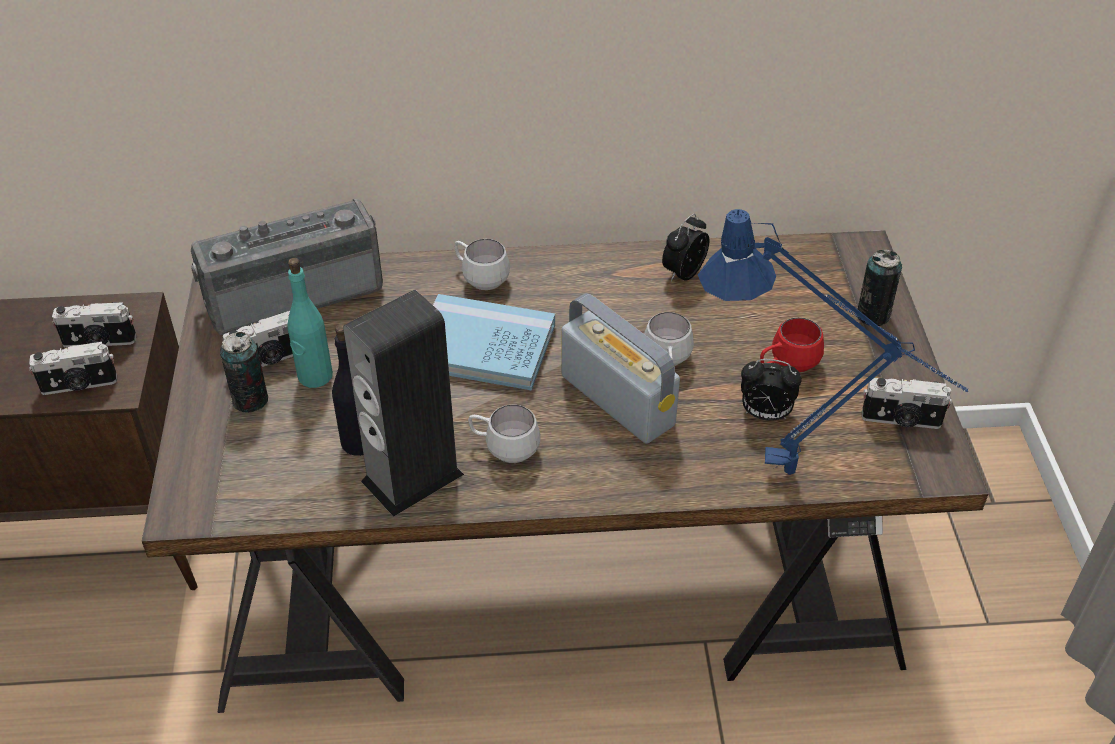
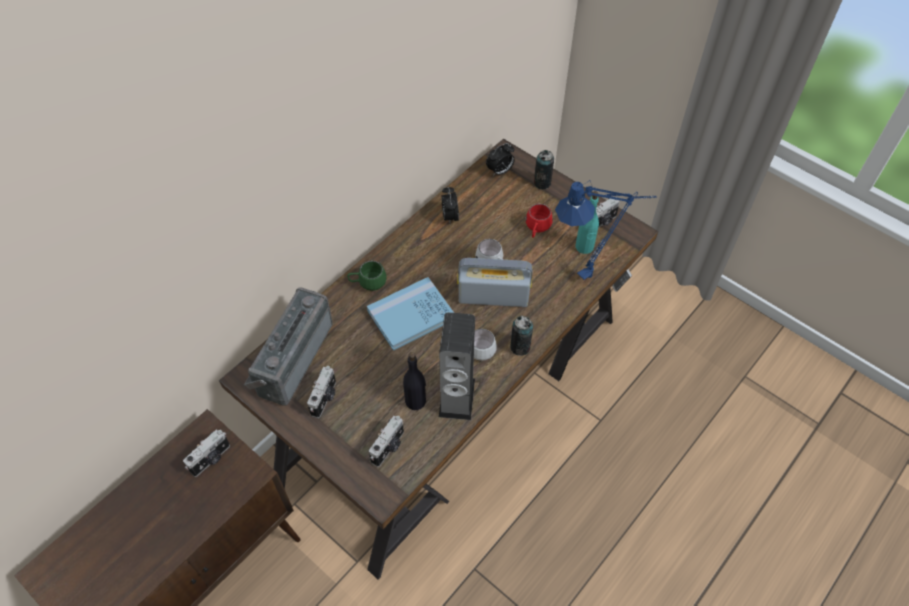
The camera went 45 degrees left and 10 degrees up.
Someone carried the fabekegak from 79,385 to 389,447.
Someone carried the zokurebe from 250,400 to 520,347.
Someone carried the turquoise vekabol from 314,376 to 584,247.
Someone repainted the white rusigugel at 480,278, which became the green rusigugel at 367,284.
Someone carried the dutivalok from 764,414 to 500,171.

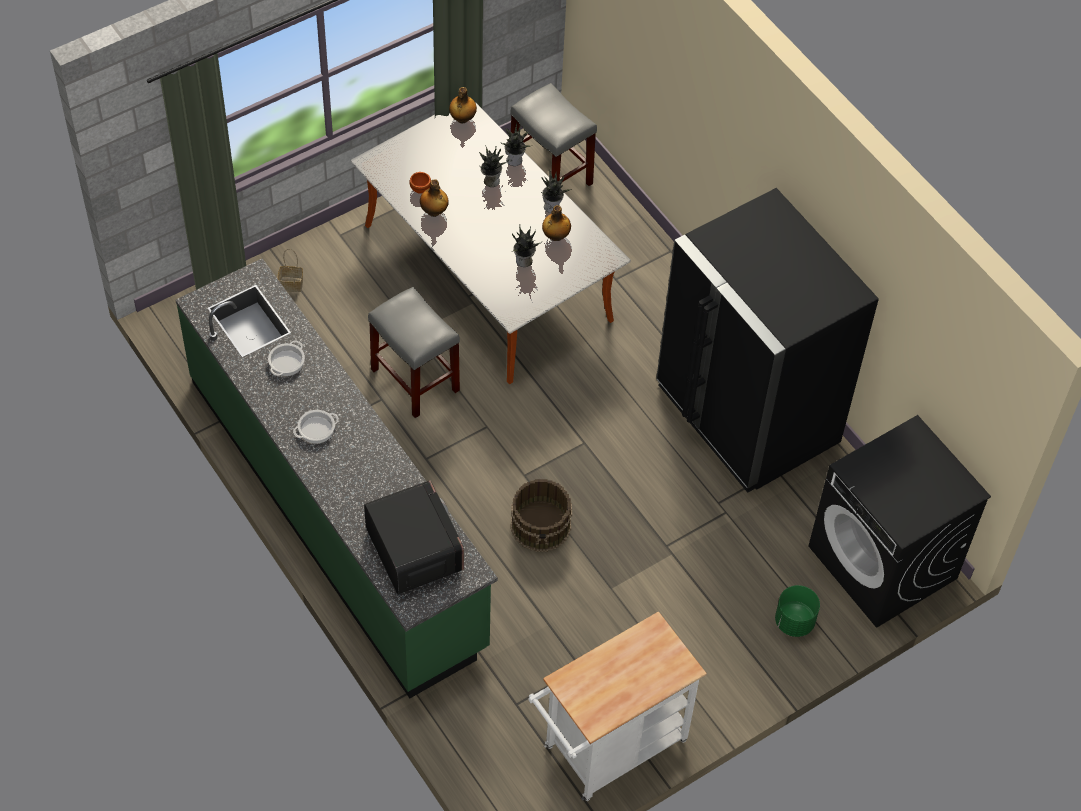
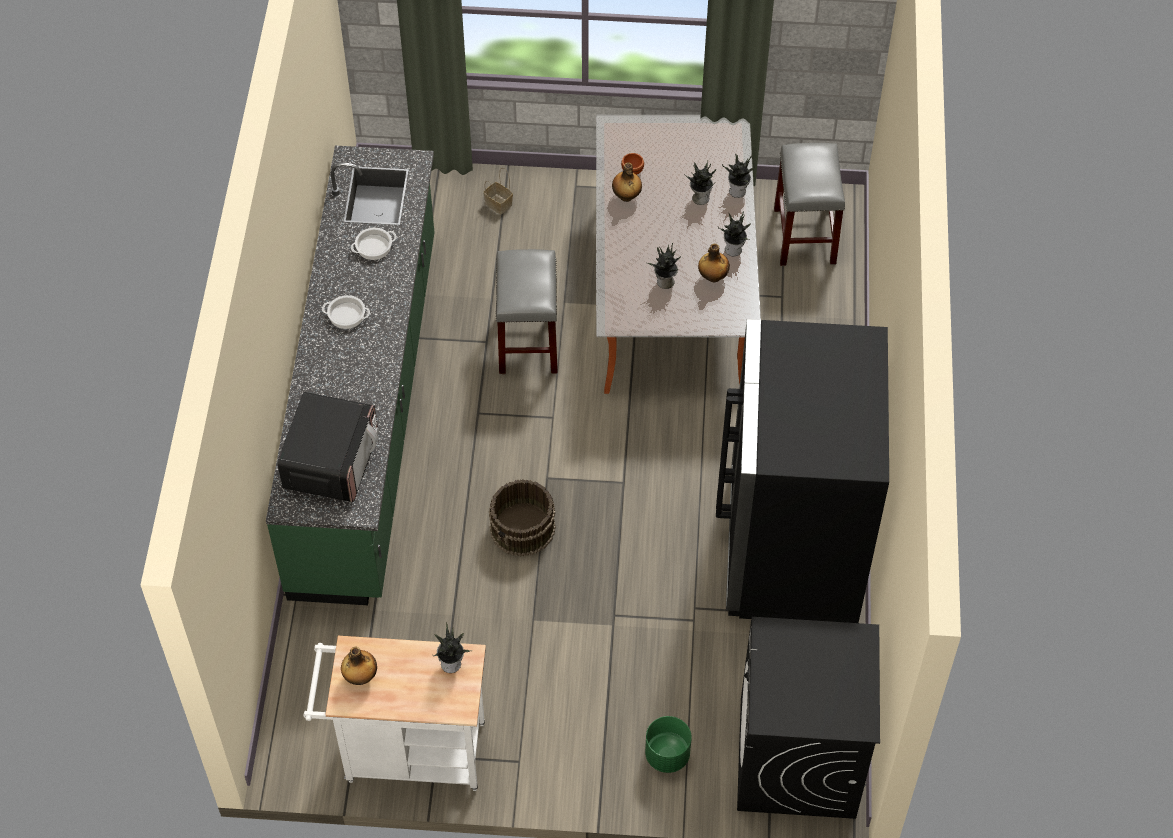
The camera went 40 degrees right and 0 degrees up.
Someone carried the vekabol from 462,119 to 360,676.
Someone put down the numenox at 452,663.

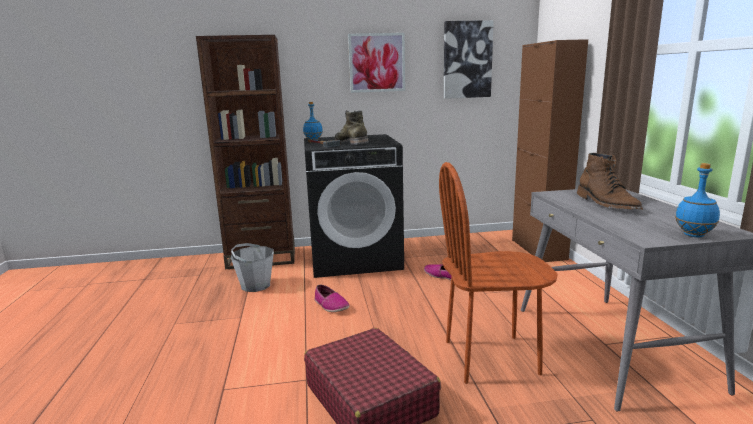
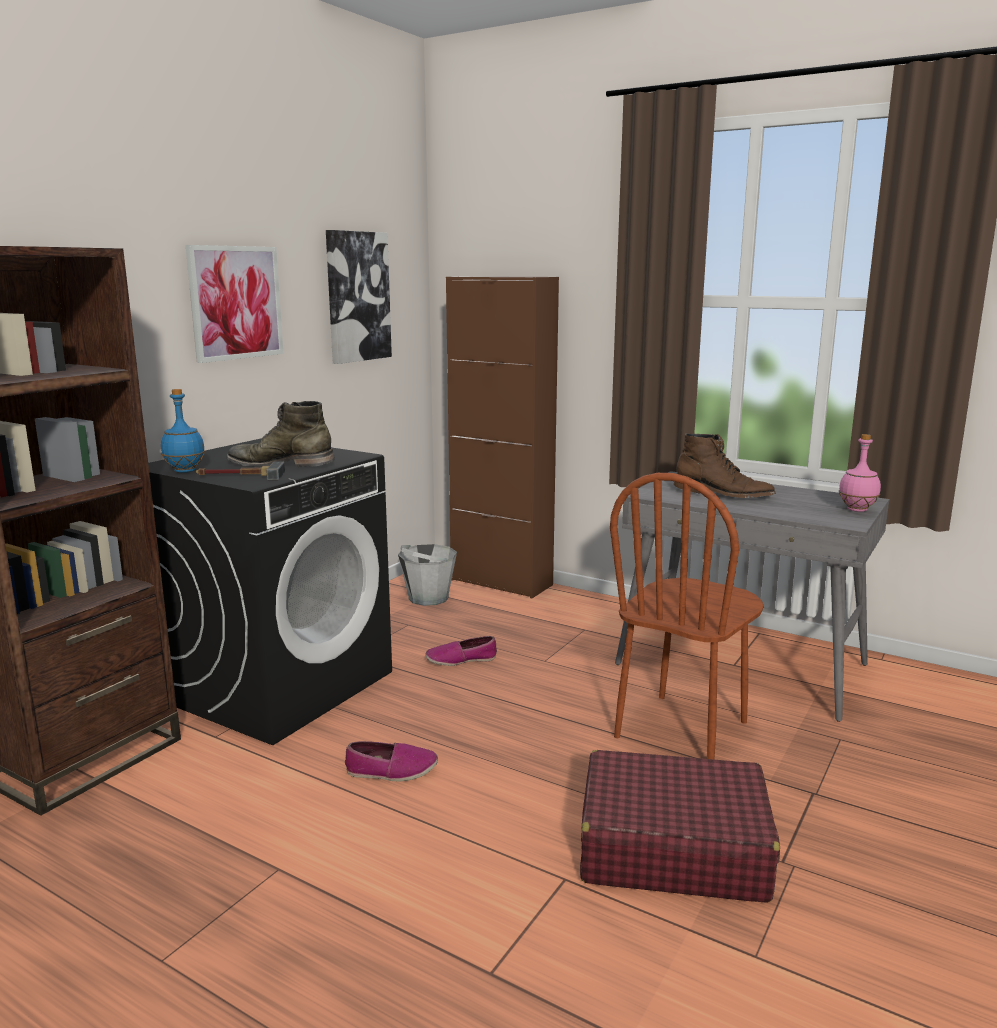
The camera went 50 degrees left and 0 degrees up.
Someone carried the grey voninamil from 255,285 to 428,598.
Someone repainted the blue vekabol at 694,235, which became the pink vekabol at 857,510.

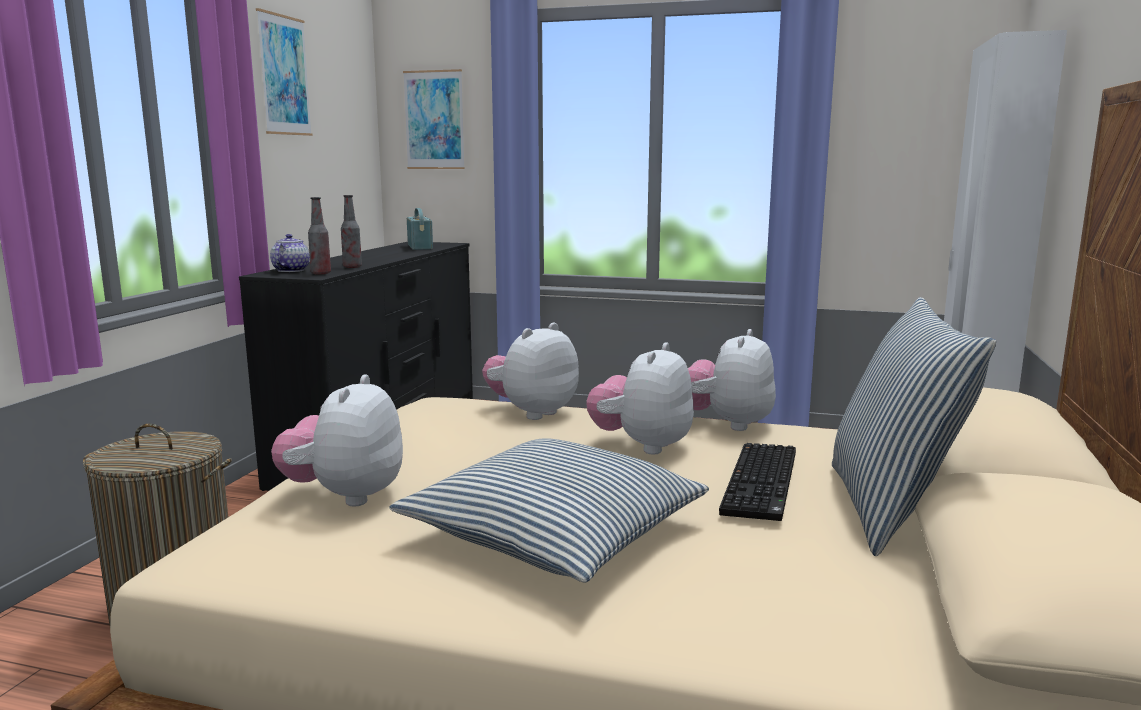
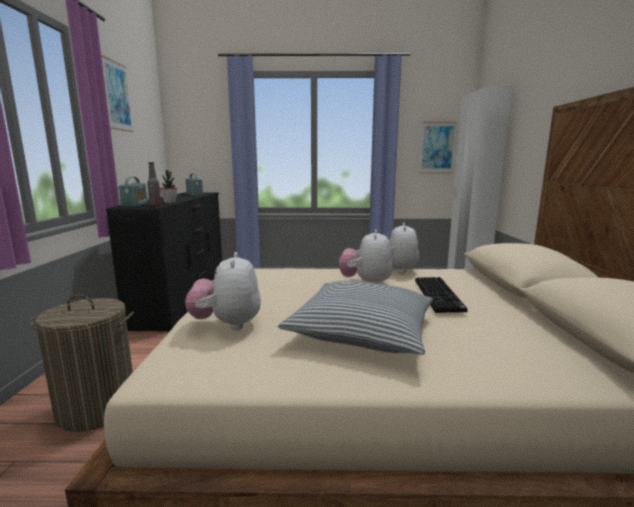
The camera went 15 degrees left and 0 degrees up.
Someone swapped the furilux at 291,270 for the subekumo at 135,205.
Someone swapped the vekabol at 352,267 for the numenox at 169,202.
Someone carried the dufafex from 434,120 to 437,148.
Someone took away the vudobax at 532,413.
Someone took away the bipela at 890,509.

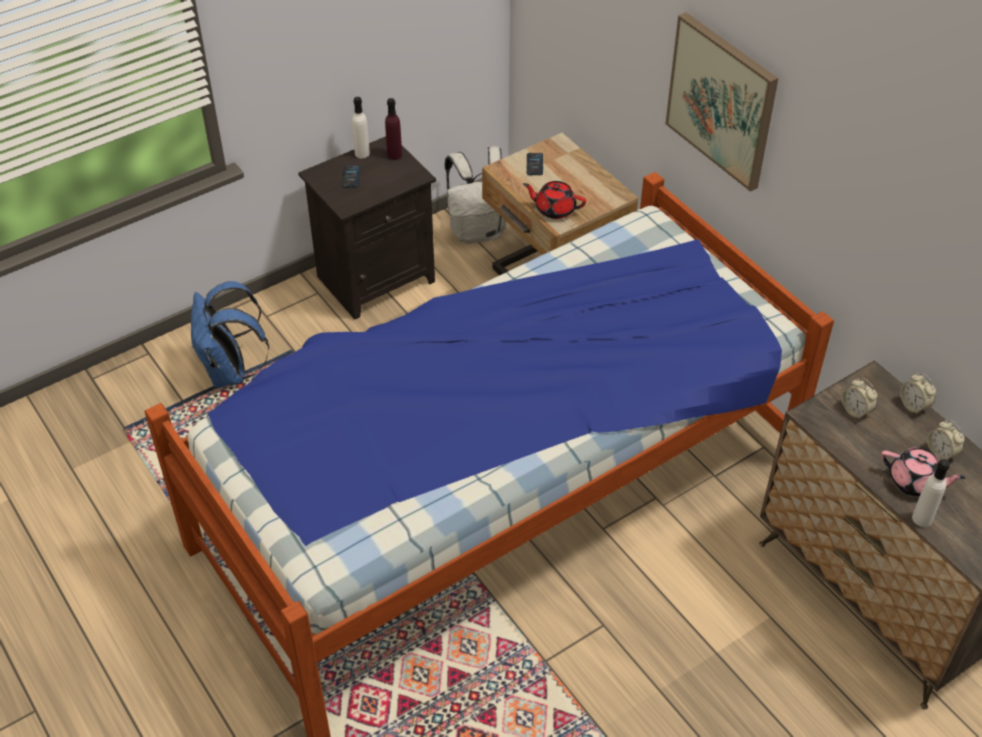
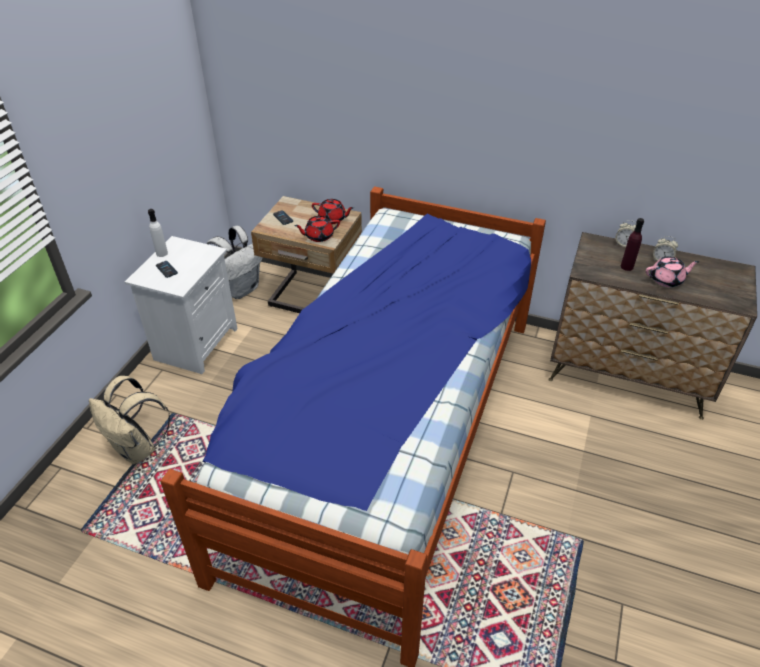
The camera went 35 degrees left and 5 degrees down.
Someone repainted the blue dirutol at 230,372, which became the beige dirutol at 138,449.
Someone repainted the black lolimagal at 376,277, which became the white lolimagal at 195,343.
Someone carried the purple vekabol from 394,155 to 626,267.
Someone took away the dufafex at 722,100.
Someone took away the dutivalok at 856,410.
Someone took away the white vekabol at 922,518.
Someone put down the red furilux at 332,219.

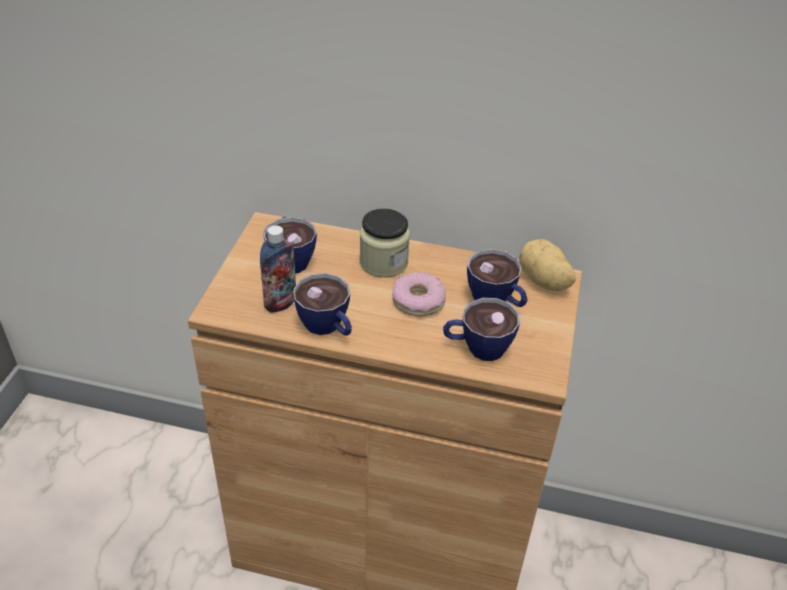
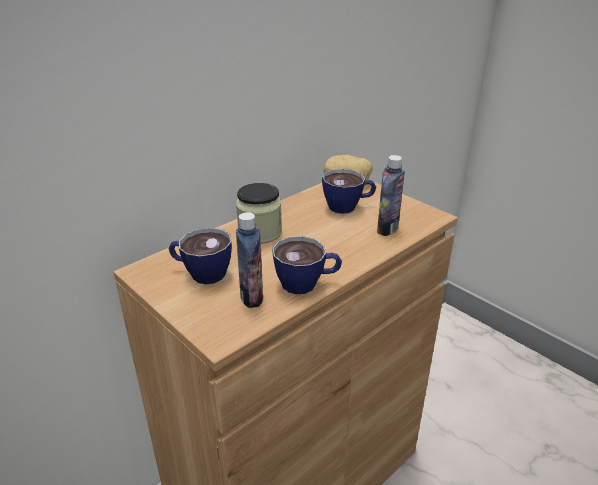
The camera went 55 degrees left and 10 degrees down.
Someone took away the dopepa at 418,301.
Someone swapped the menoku at 477,348 for the vekabol at 387,229.

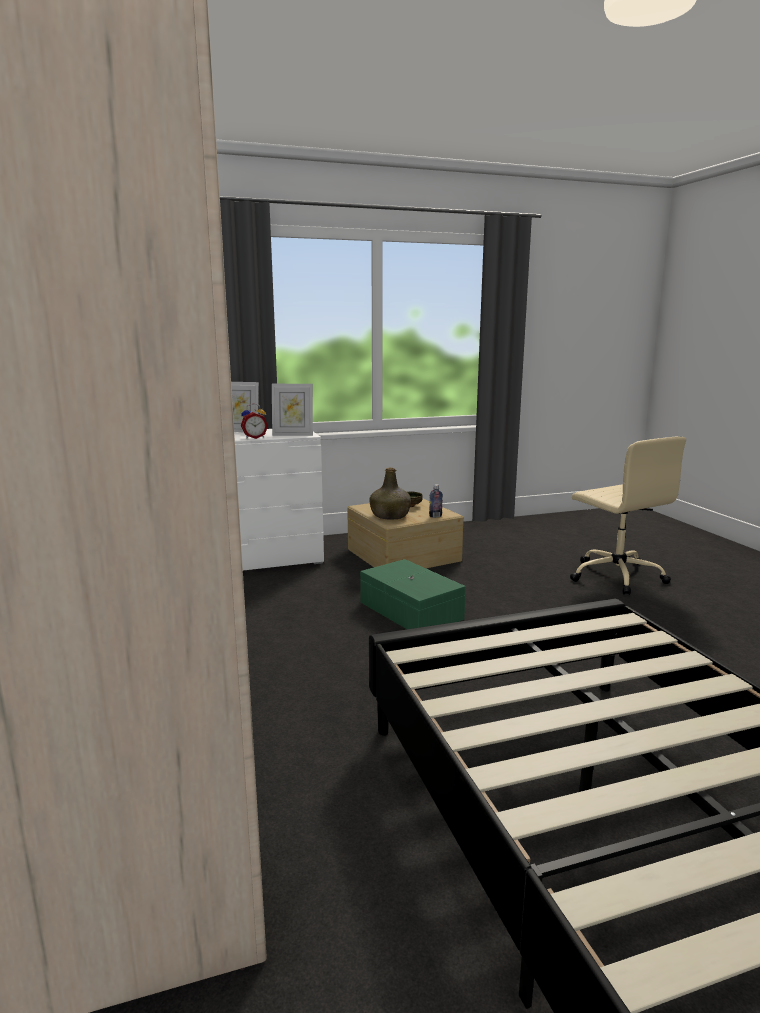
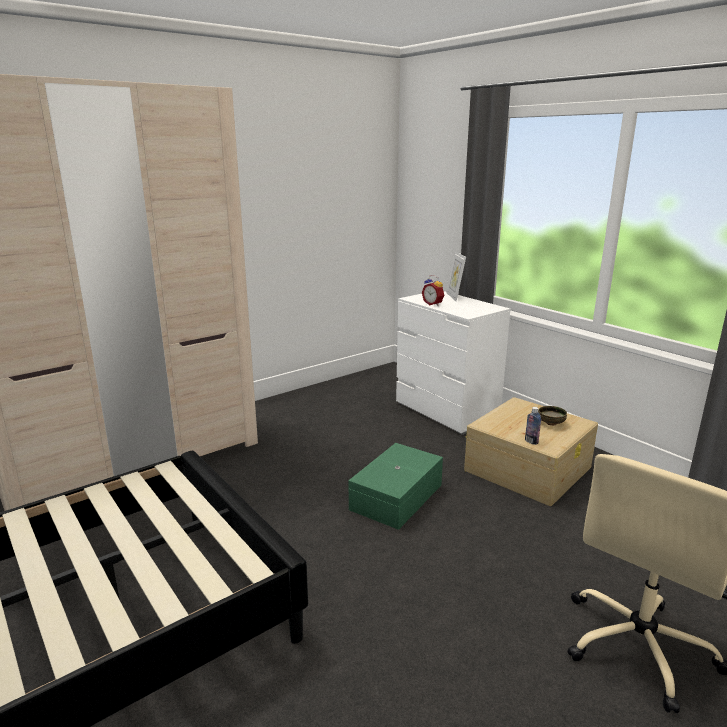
The camera went 70 degrees right and 5 degrees up.
Someone took away the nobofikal at 293,435.
Someone took away the green vekabol at 390,516.

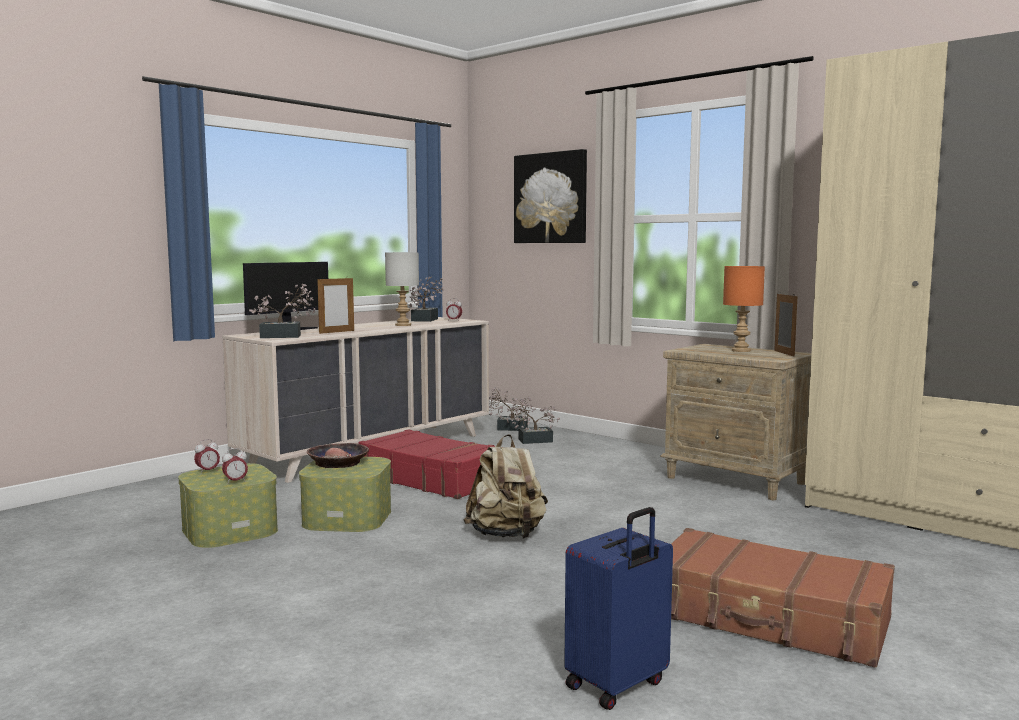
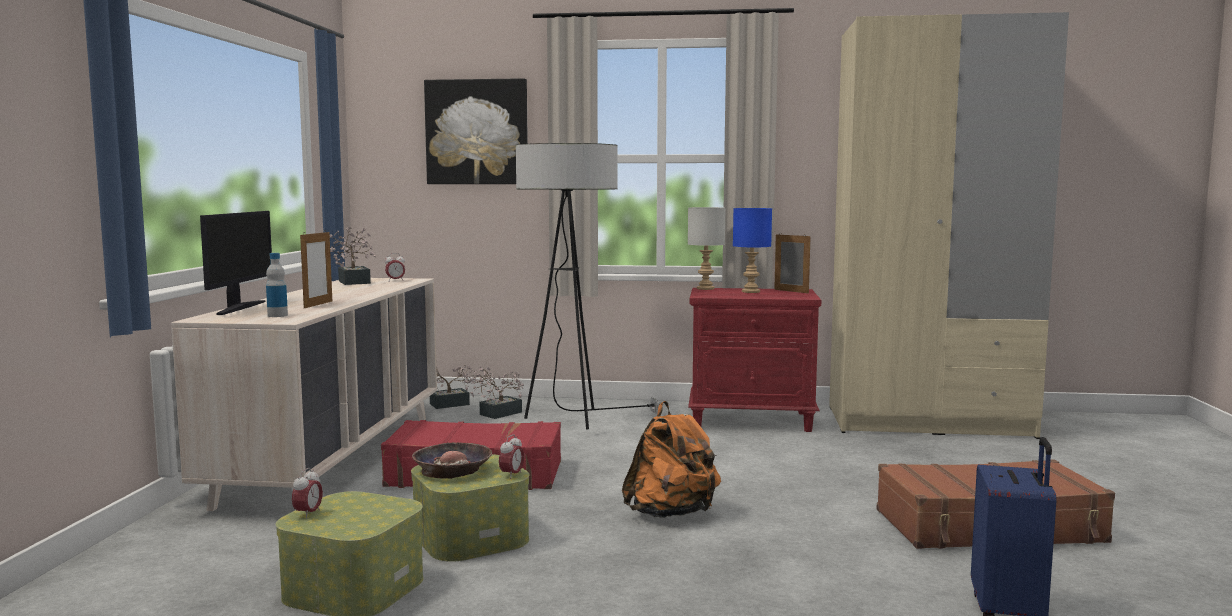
The camera went 35 degrees left and 0 degrees up.
Someone carried the dutivalok from 235,482 to 512,475.
Someone swapped the numenox at 285,336 for the vekabol at 277,315.
Someone carried the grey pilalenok from 403,325 to 706,288.
Someone repainted the beige dirutol at 507,536, which became the orange dirutol at 671,514.
Someone repainted the beige lolimagal at 736,480, which became the red lolimagal at 752,420.
Someone repainted the orange pilalenok at 740,350, which became the blue pilalenok at 750,291.
Someone put down the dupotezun at 573,425.

